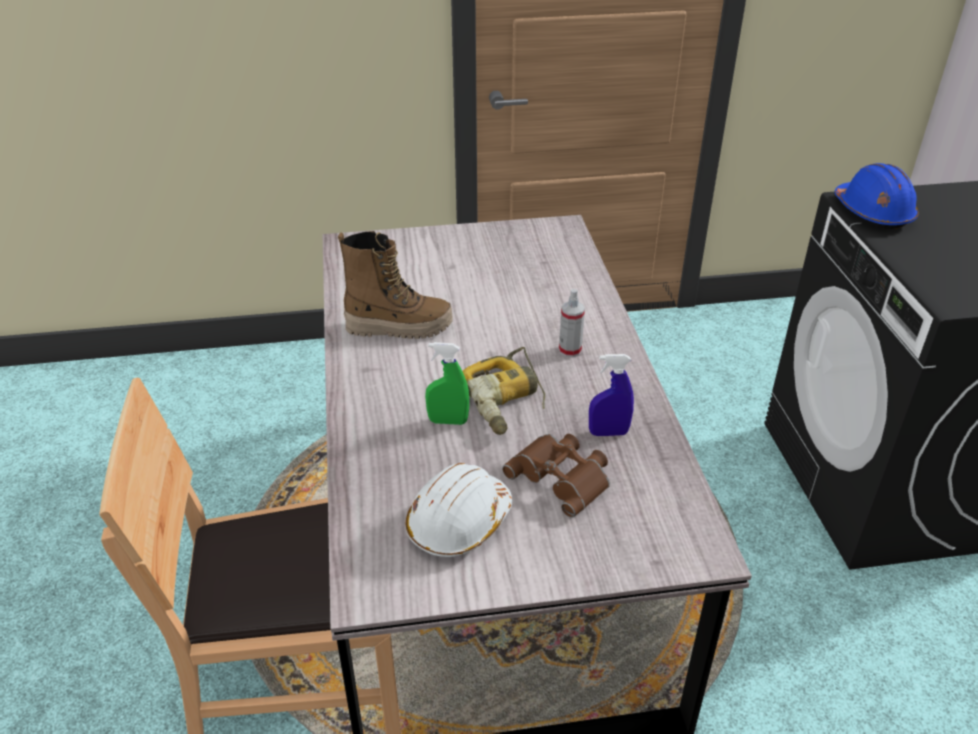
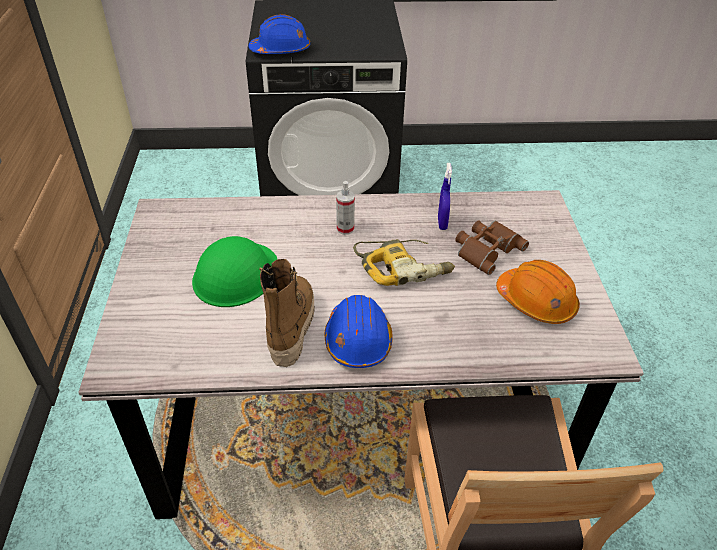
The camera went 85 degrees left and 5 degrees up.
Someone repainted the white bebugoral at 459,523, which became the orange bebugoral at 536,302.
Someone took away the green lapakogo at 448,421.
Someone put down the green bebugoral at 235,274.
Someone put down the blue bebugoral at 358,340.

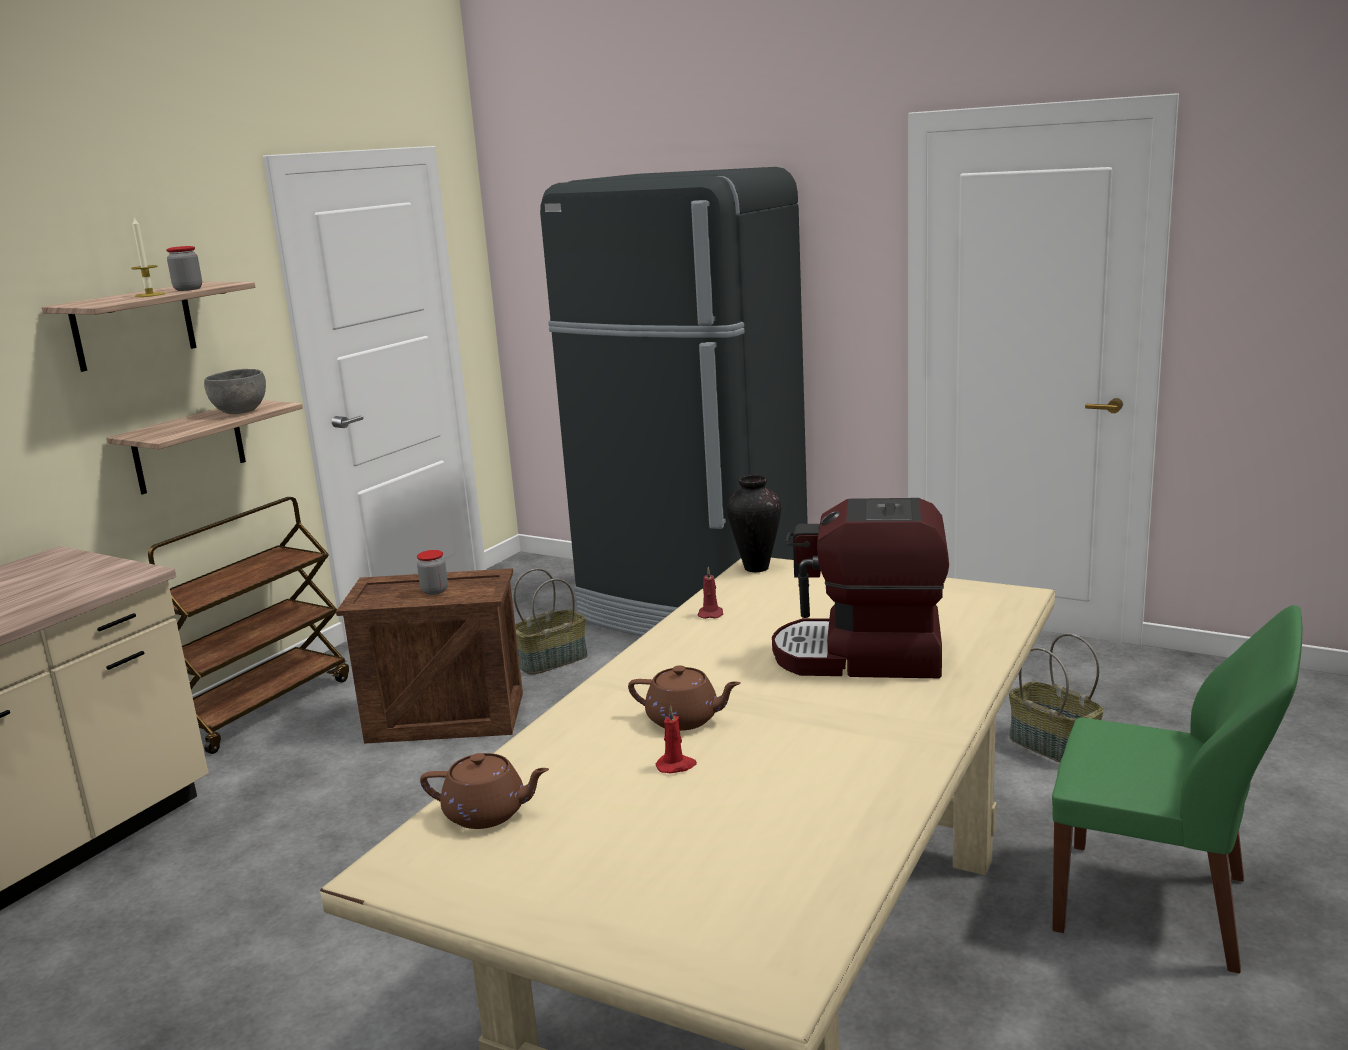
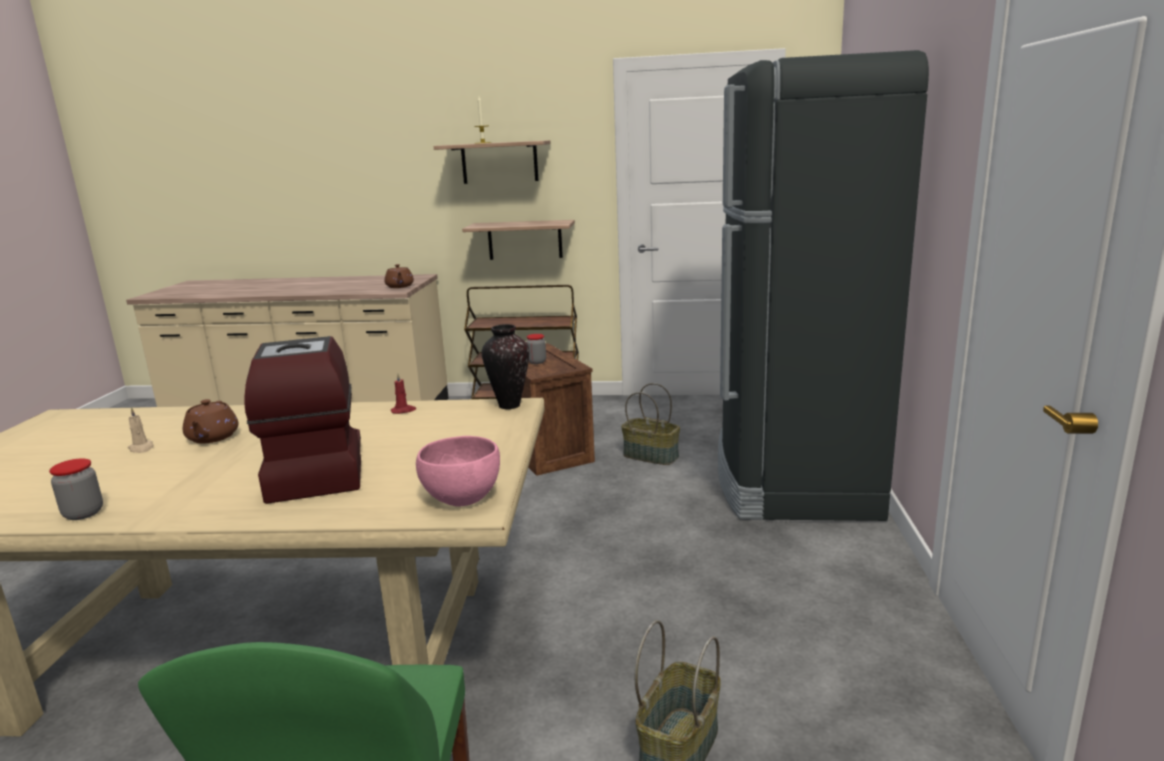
The camera went 65 degrees right and 0 degrees up.
Someone carried the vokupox from 188,289 to 83,513.
Someone took away the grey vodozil at 240,412.
Someone carried the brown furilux from 487,813 to 399,286.
Someone repainted the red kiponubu at 676,766, which became the beige kiponubu at 141,448.
Someone put down the pink vodozil at 463,498.

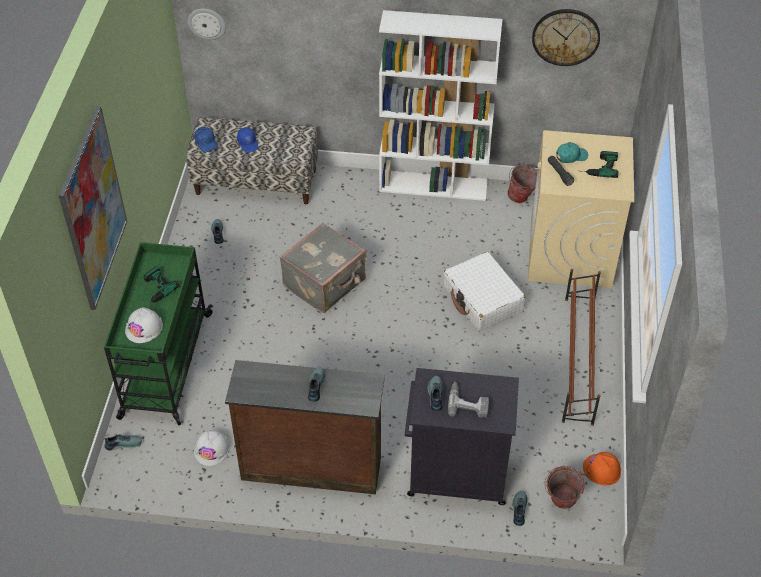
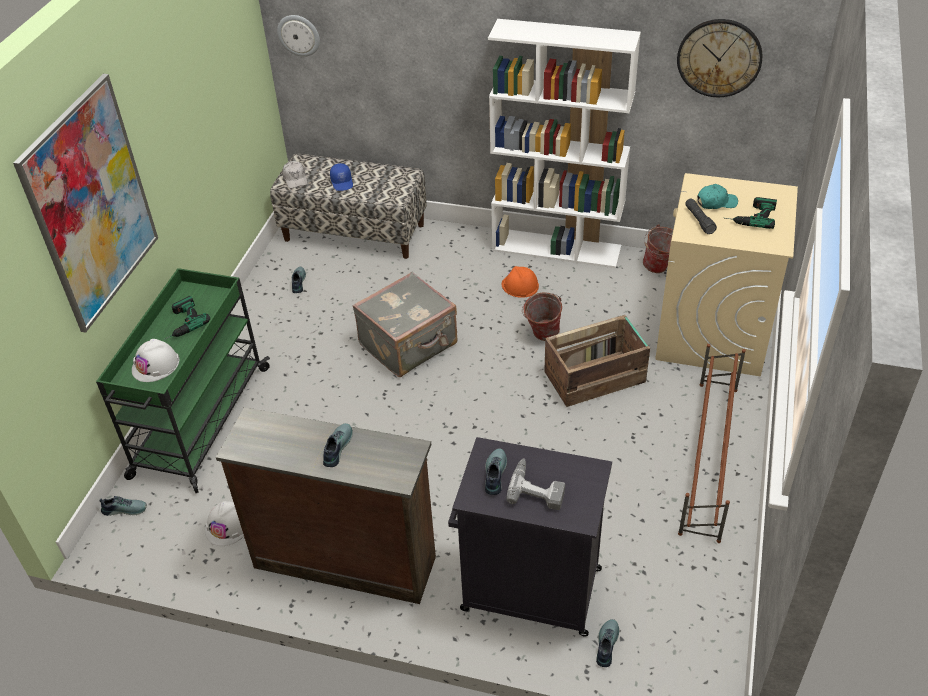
The camera went 10 degrees right and 5 degrees down.
Someone repainted the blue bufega at 206,142, which became the white bufega at 295,179.
Someone swapped the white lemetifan at 482,299 for the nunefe at 596,377.
Someone carried the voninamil from 560,503 to 541,336.
Someone carried the orange bebugoral from 601,470 to 520,285.

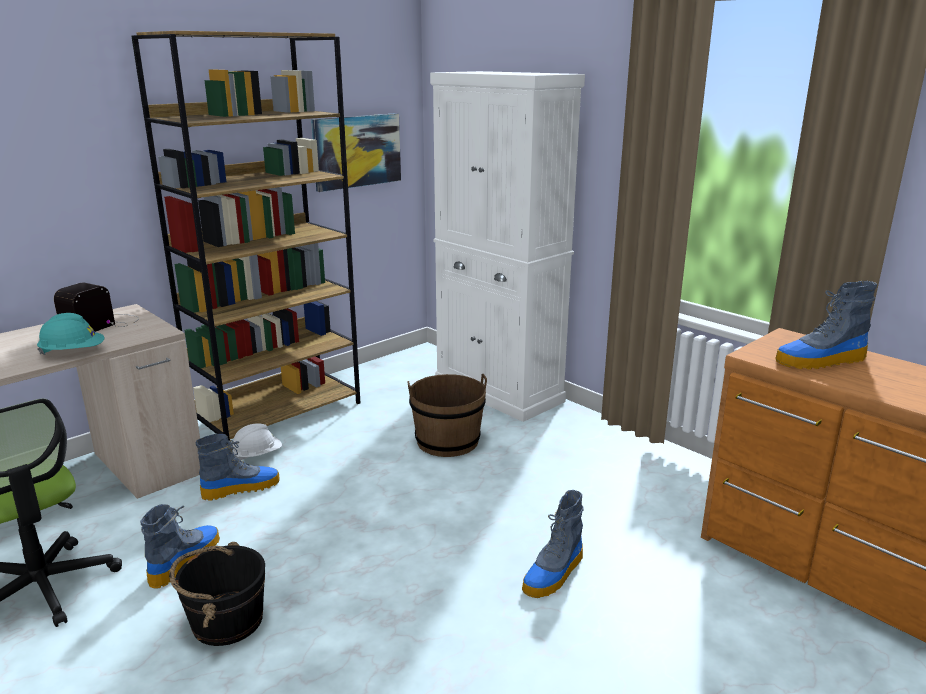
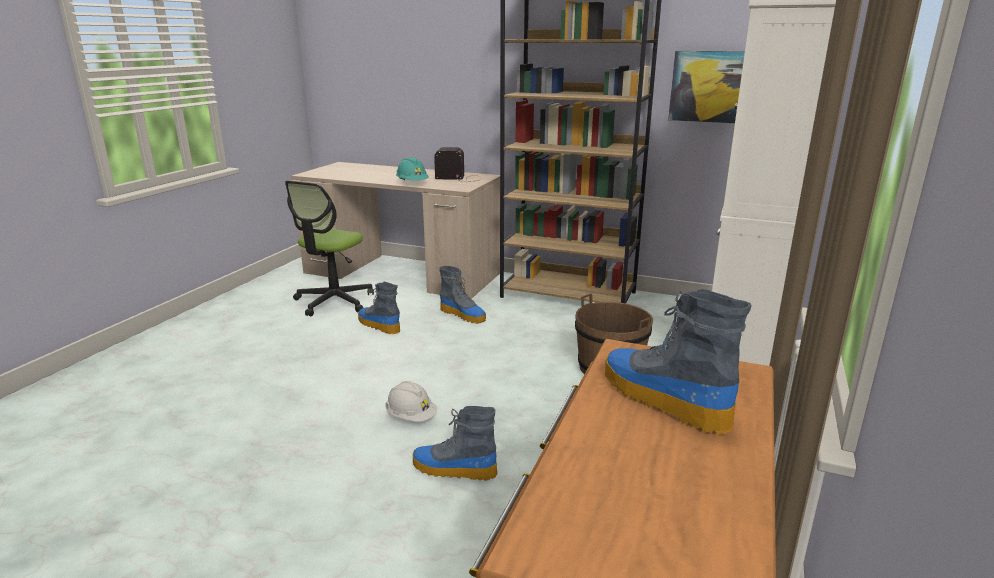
The camera went 65 degrees right and 0 degrees up.
Someone rotated the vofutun at 184,560 by 135 degrees counterclockwise.
Someone took away the black voninamil at 226,621.
Someone carried the white bebugoral from 257,455 to 411,417.

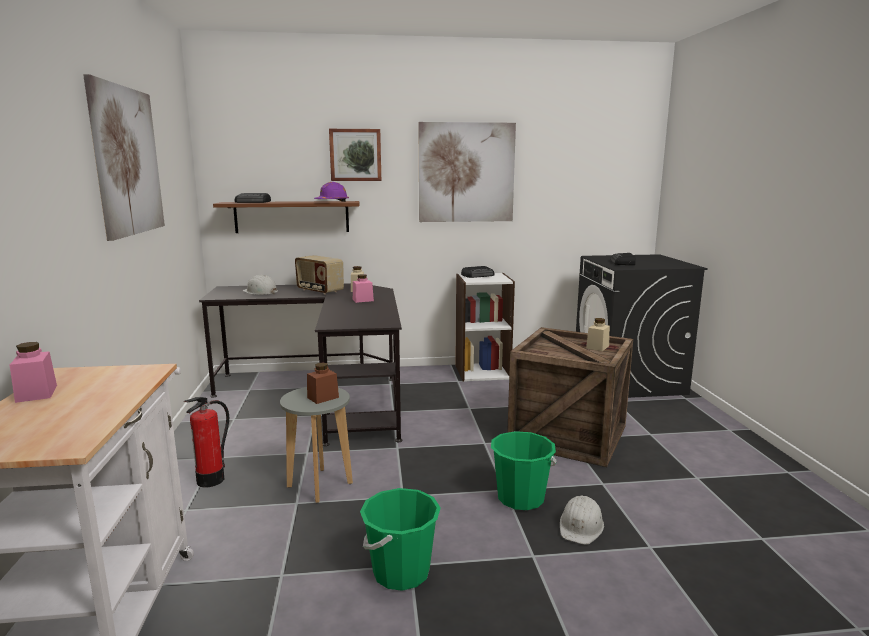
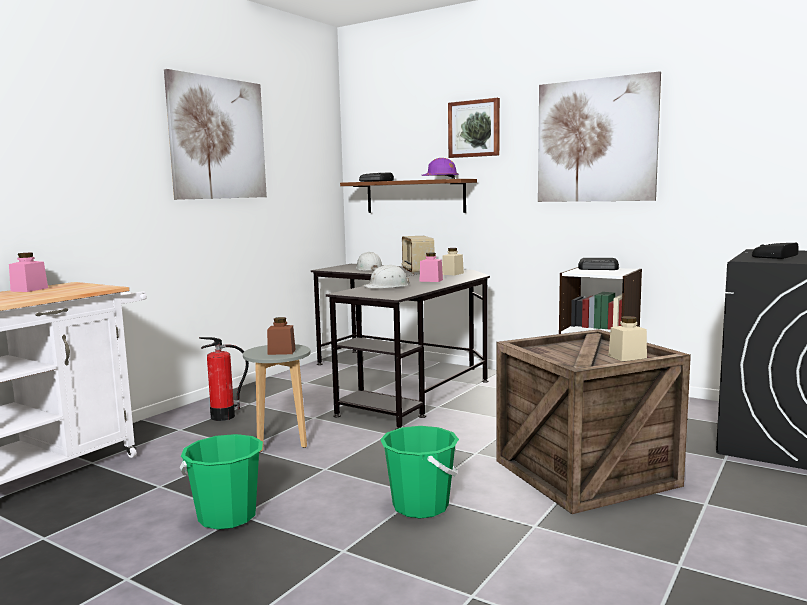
The camera went 40 degrees right and 5 degrees down.
Someone carried the white bebugoral from 581,526 to 387,286.

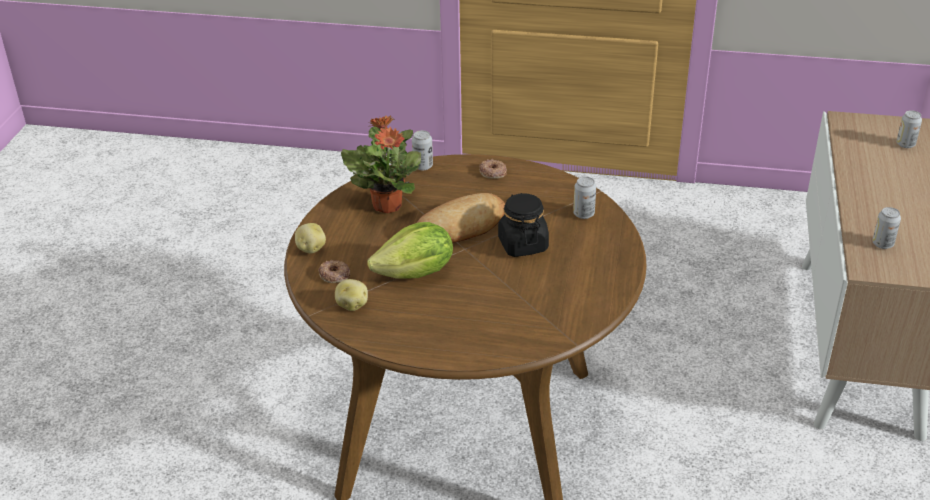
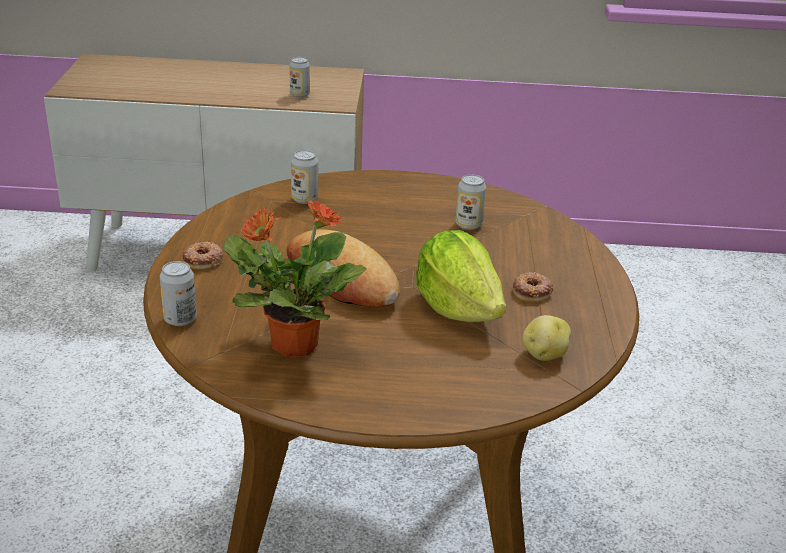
The camera went 100 degrees left and 5 degrees down.
Someone took away the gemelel at 310,249.
Someone carried the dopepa from 334,275 to 532,291.
Someone took away the black vokupox at 522,244.
Someone carried the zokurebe from 905,144 to 468,224.

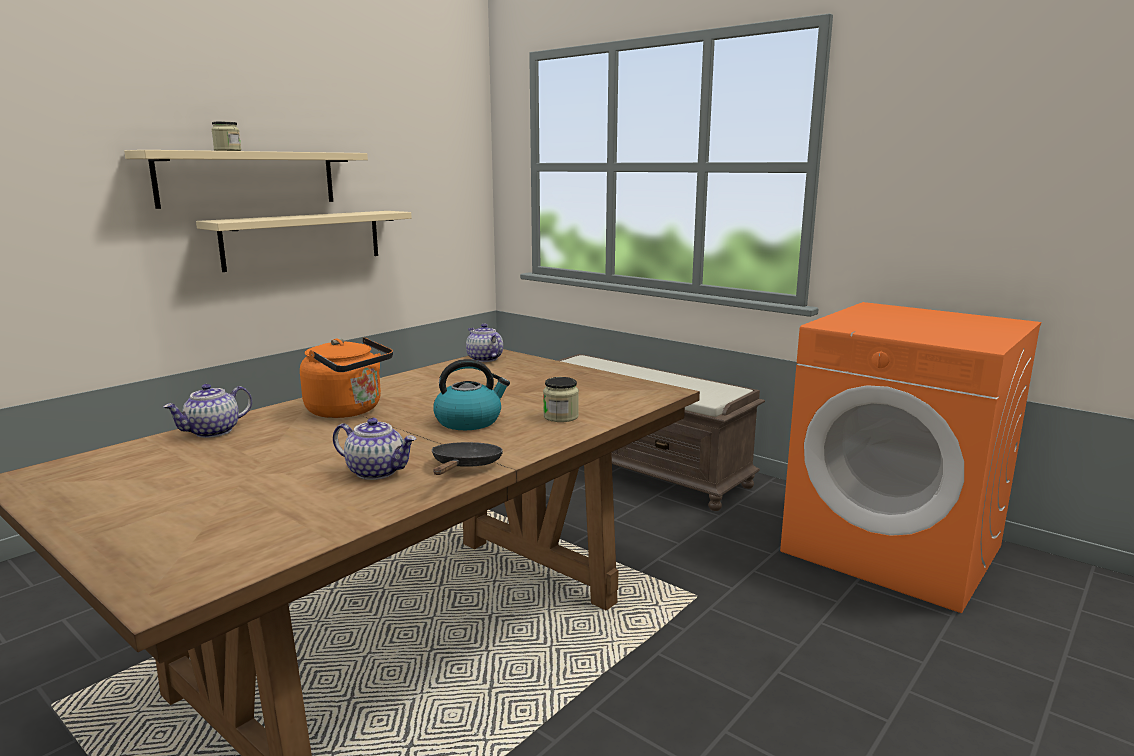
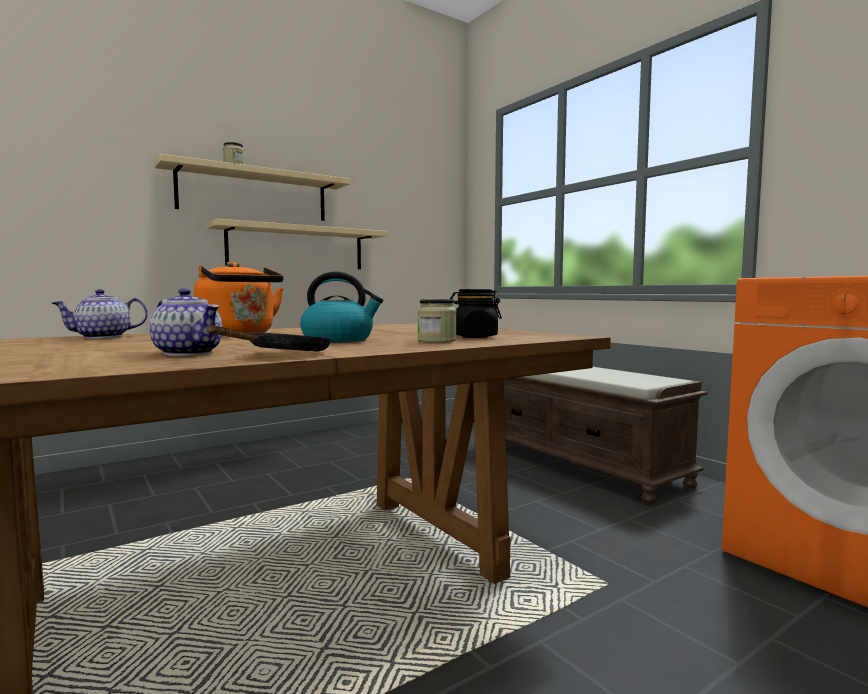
The camera went 15 degrees right and 10 degrees down.
Someone took away the furilux at 484,359.
Someone put down the black vokupox at 474,336.

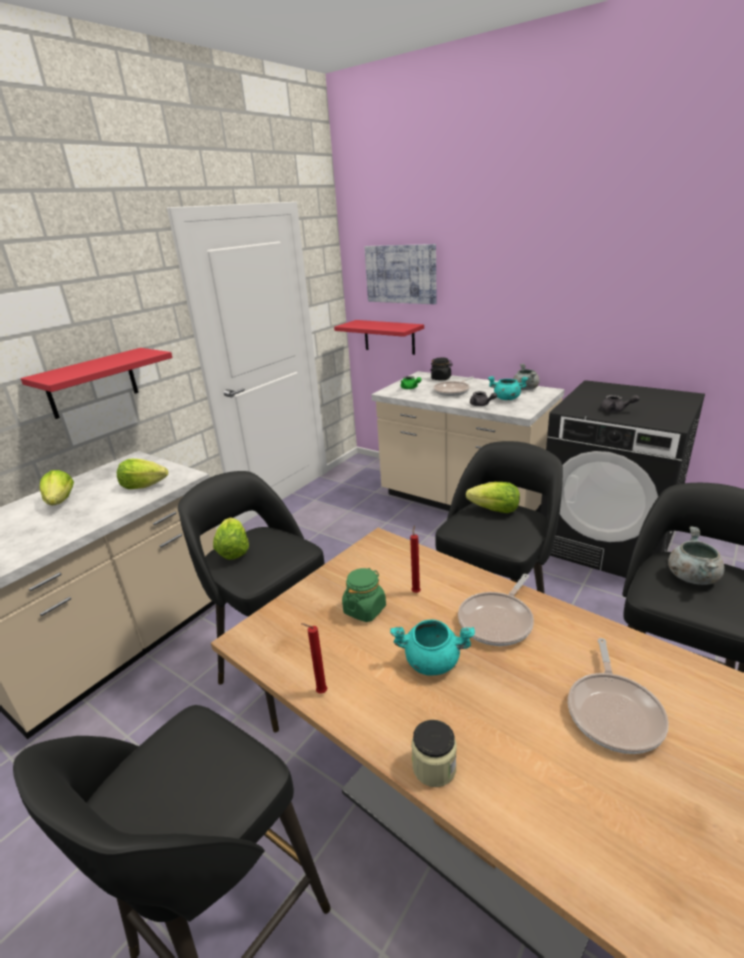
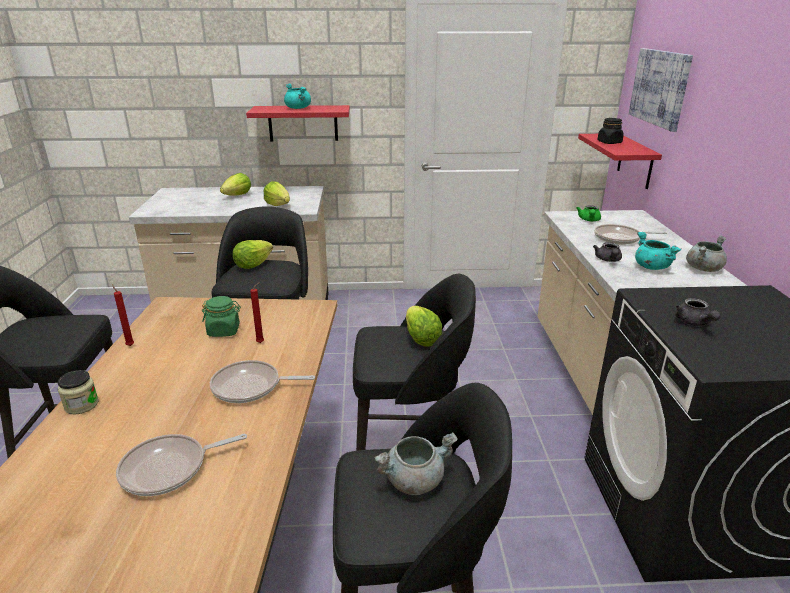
The camera went 50 degrees right and 0 degrees up.
Someone carried the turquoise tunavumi from 432,661 to 298,108.
Someone carried the black vokupox from 441,378 to 609,142.

